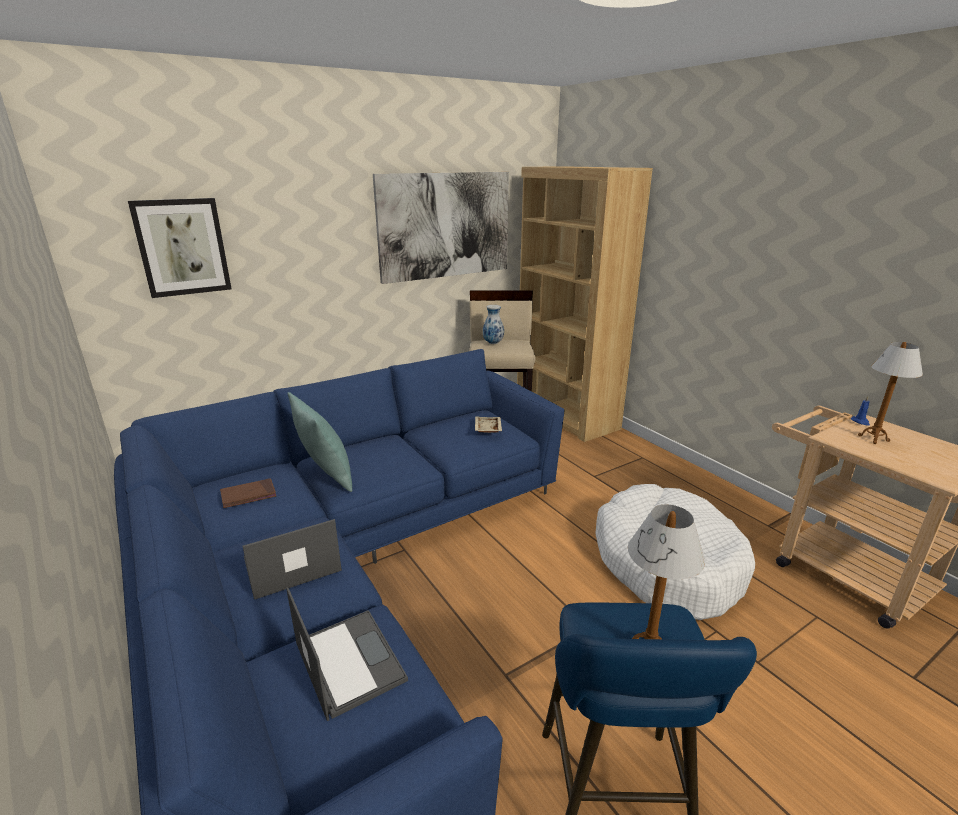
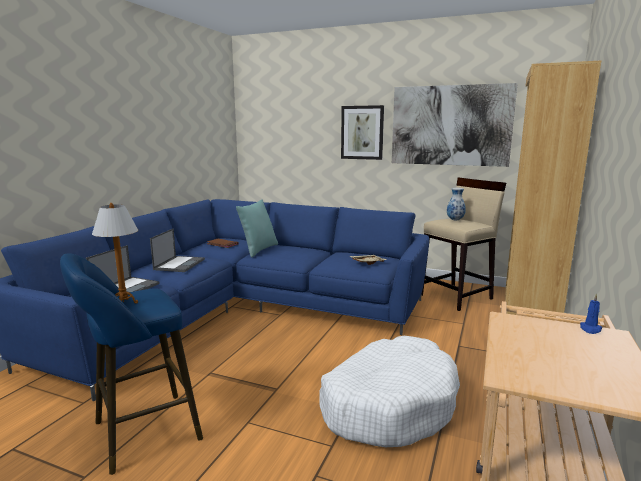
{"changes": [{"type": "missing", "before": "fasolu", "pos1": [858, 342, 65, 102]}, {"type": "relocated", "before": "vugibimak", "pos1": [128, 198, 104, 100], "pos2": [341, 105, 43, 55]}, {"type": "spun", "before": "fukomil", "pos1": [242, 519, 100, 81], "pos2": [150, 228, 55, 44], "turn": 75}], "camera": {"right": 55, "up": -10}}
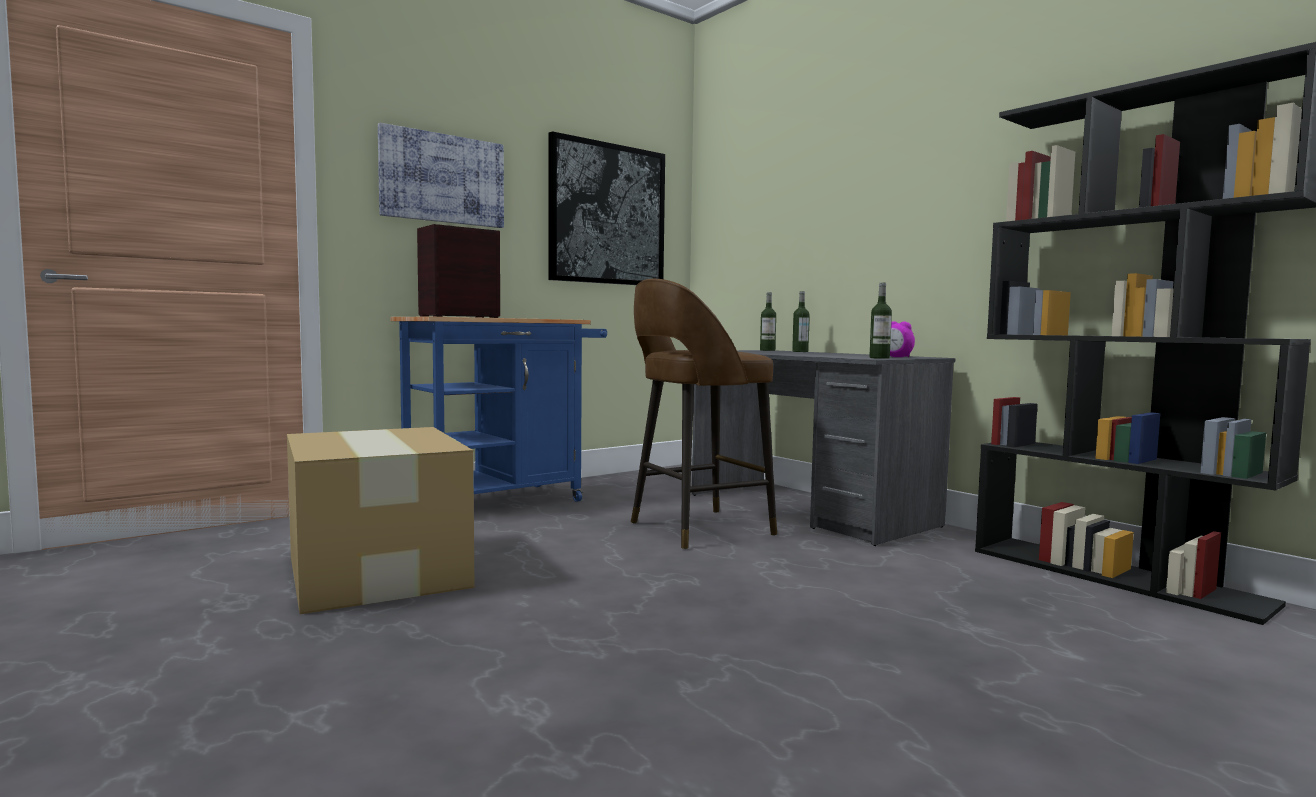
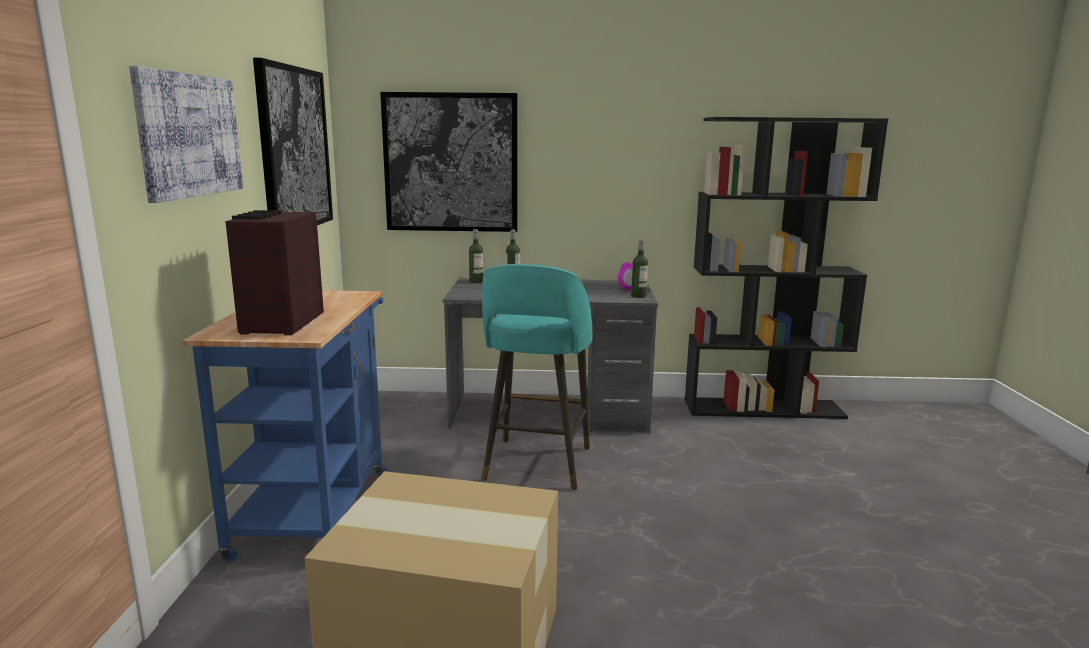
{"changes": [{"type": "appeared", "after": "vugibimak", "pos2": [380, 92, 138, 140]}, {"type": "colour", "before": "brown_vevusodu", "after": "turquoise_vevusodu", "pos1": [631, 279, 146, 271], "pos2": [481, 264, 111, 226]}], "camera": {"right": -50, "up": 10}}
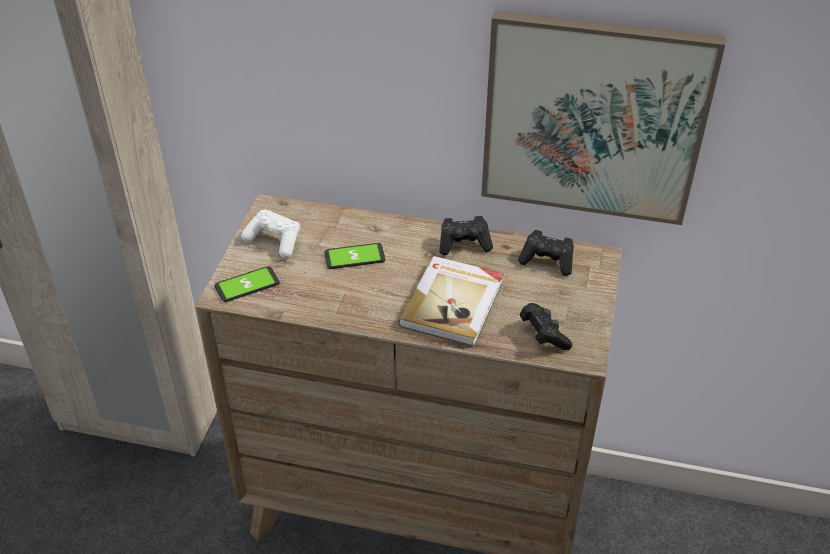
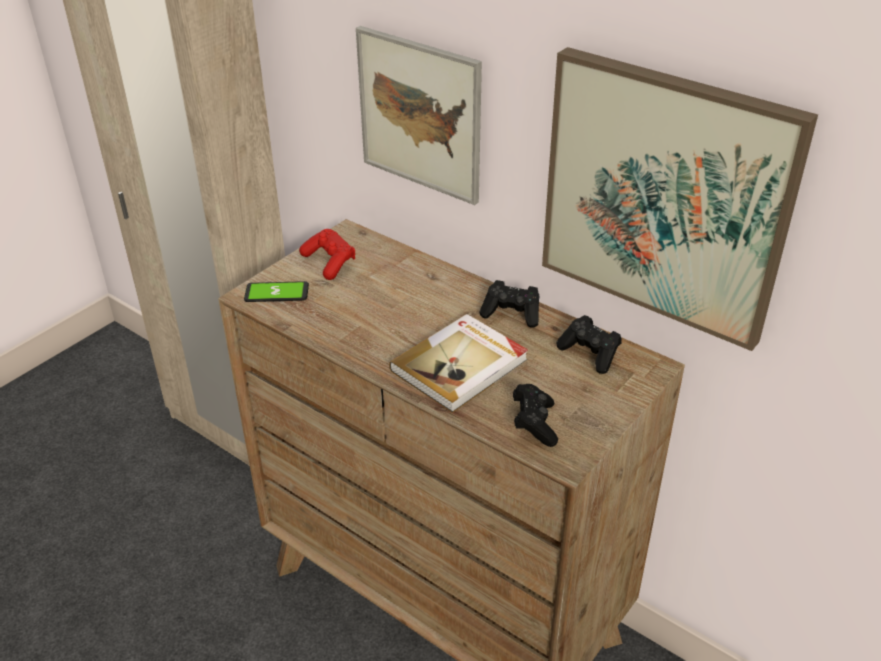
{"changes": [{"type": "missing", "before": "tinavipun", "pos1": [325, 243, 60, 26]}, {"type": "appeared", "after": "vugibimak", "pos2": [356, 26, 126, 179]}, {"type": "colour", "before": "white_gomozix", "after": "red_gomozix", "pos1": [241, 210, 59, 49], "pos2": [299, 229, 56, 51]}], "camera": {"right": 25, "up": -5}}
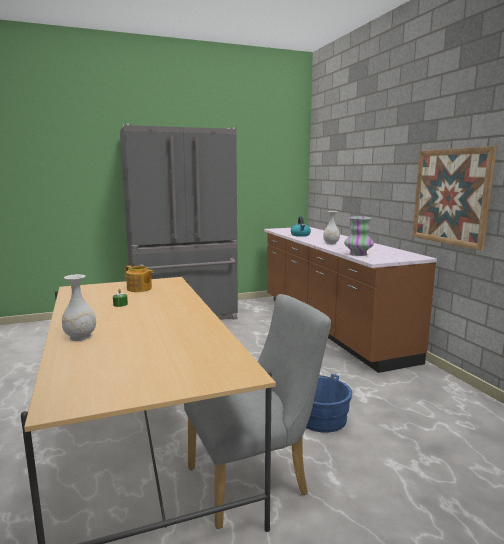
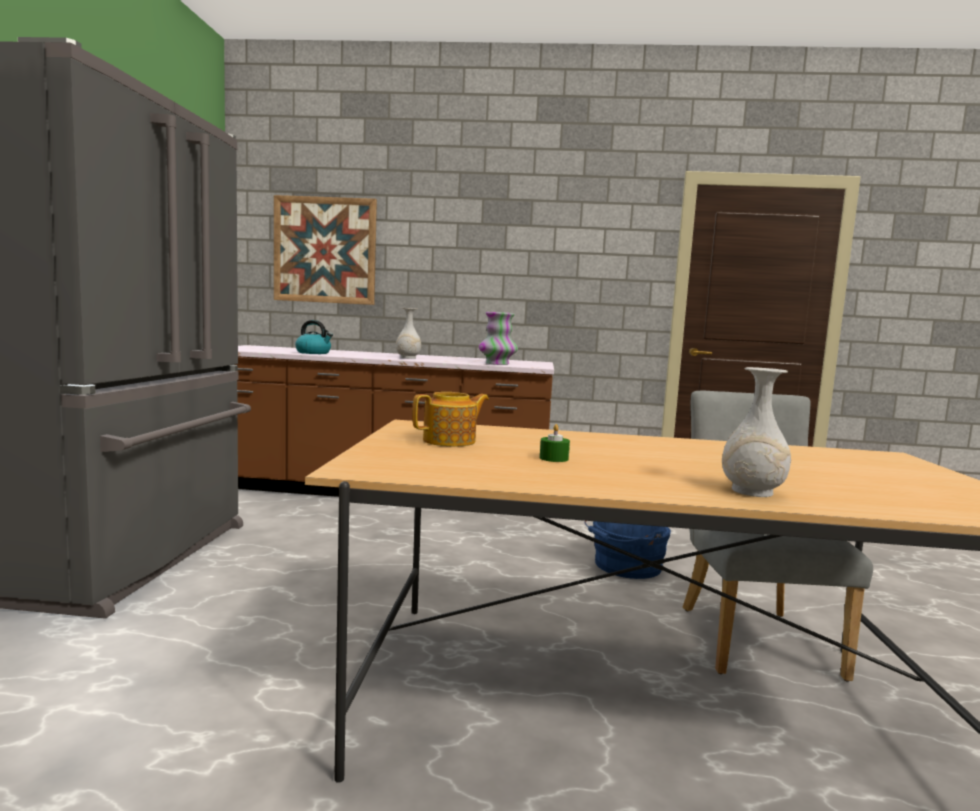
{"changes": [{"type": "relocated", "before": "vugibimak", "pos1": [412, 146, 85, 105], "pos2": [274, 195, 103, 110]}], "camera": {"right": -65, "up": -5}}
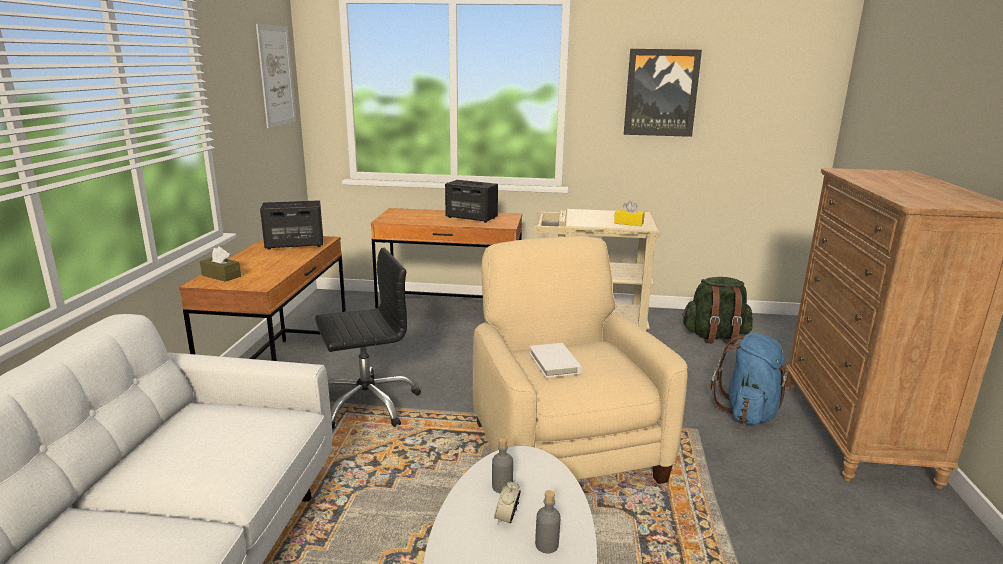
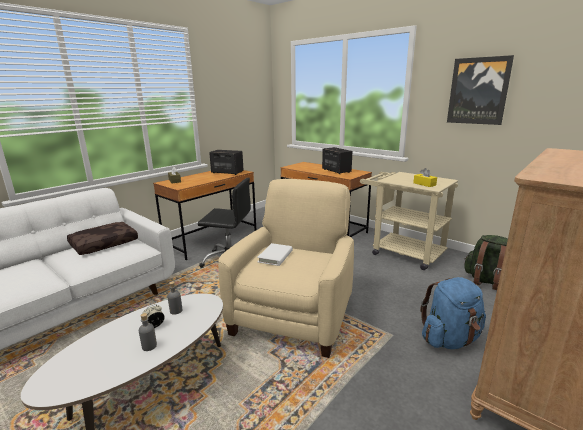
{"changes": [{"type": "missing", "before": "vugibimak", "pos1": [256, 24, 40, 104]}, {"type": "appeared", "after": "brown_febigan", "pos2": [67, 222, 71, 33]}], "camera": {"right": 35, "up": 0}}
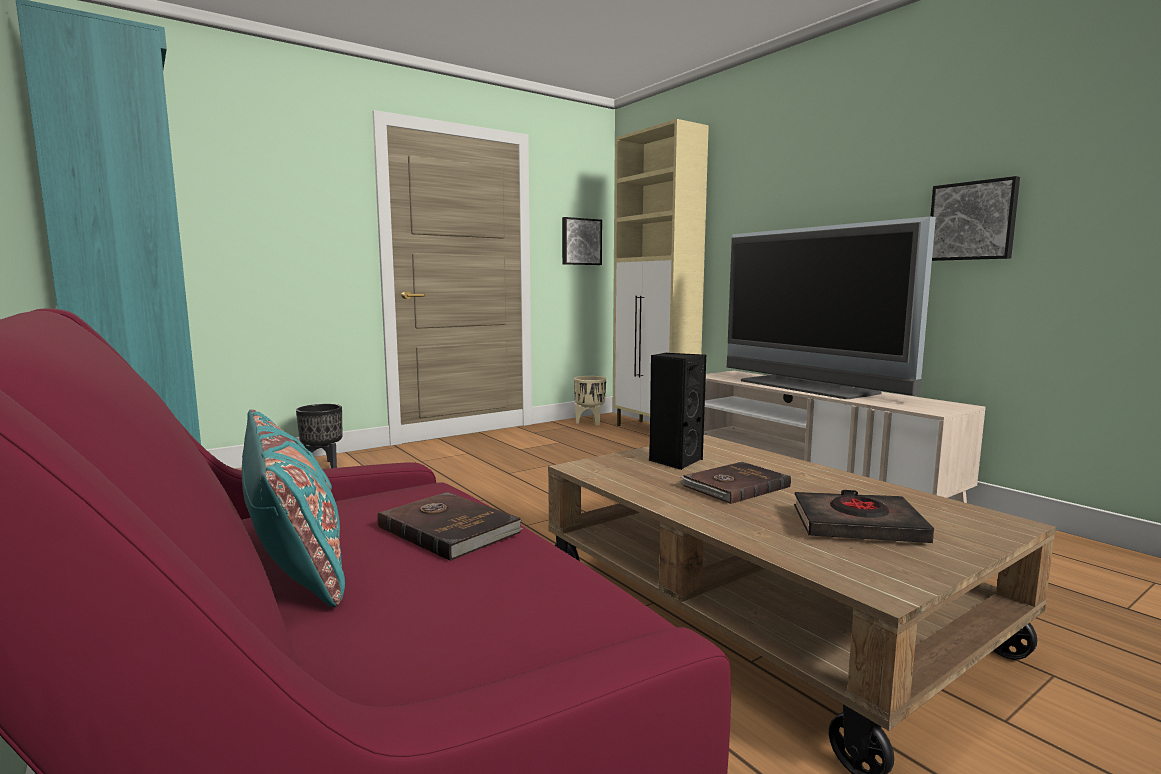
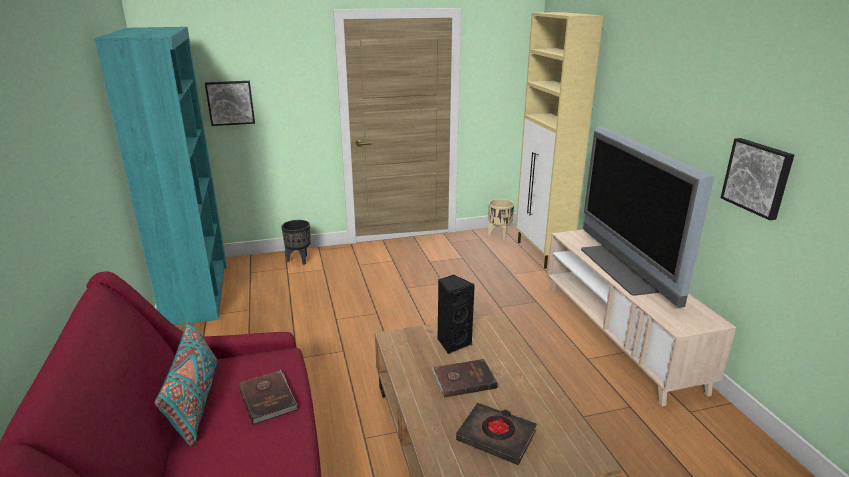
{"changes": [{"type": "relocated", "before": "vugibimak", "pos1": [562, 217, 40, 48], "pos2": [205, 81, 50, 45]}], "camera": {"right": 20, "up": 15}}
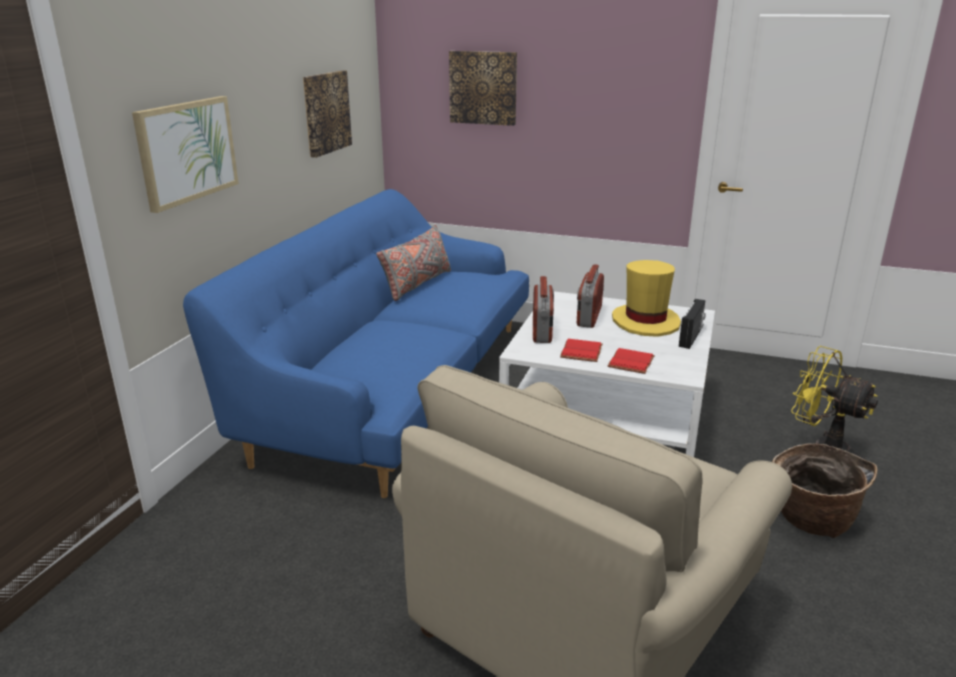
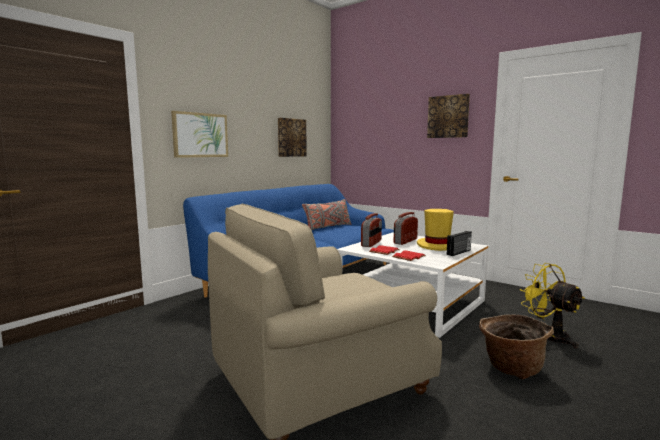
{"changes": [{"type": "relocated", "before": "vugibimak", "pos1": [449, 51, 68, 75], "pos2": [427, 94, 43, 44]}], "camera": {"right": 20, "up": -15}}
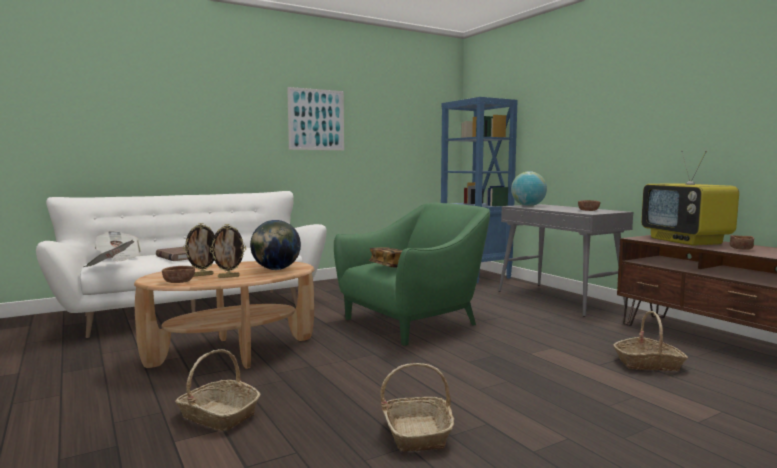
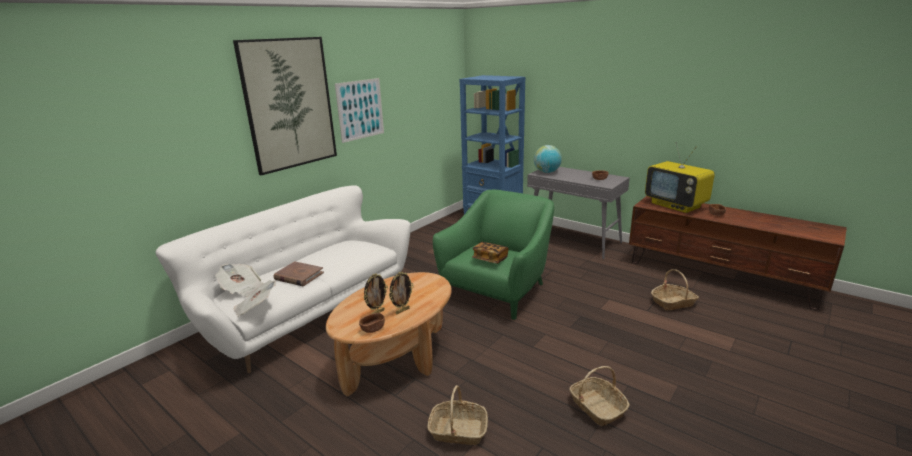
{"changes": [{"type": "missing", "before": "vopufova", "pos1": [250, 220, 51, 50]}, {"type": "appeared", "after": "vugibimak", "pos2": [233, 37, 104, 138]}], "camera": {"right": -20, "up": 15}}
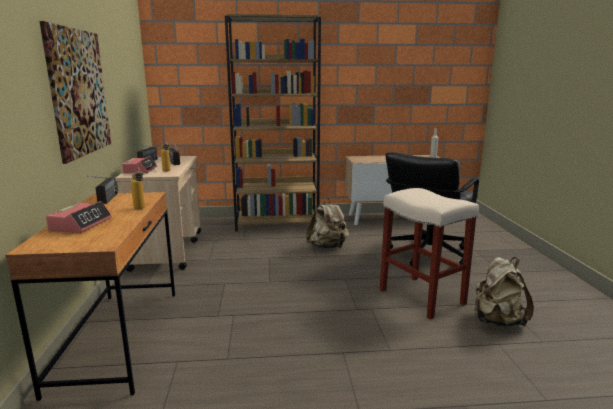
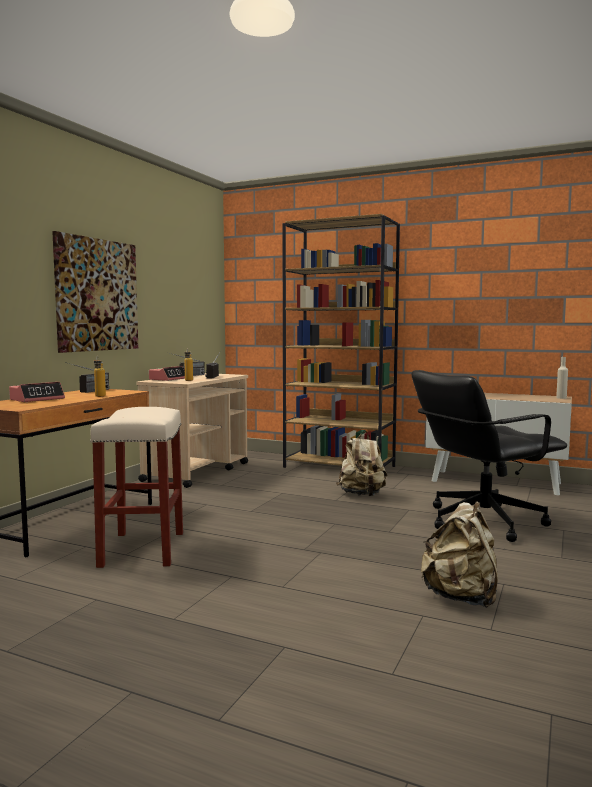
{"changes": [{"type": "relocated", "before": "beige_vevusodu", "pos1": [380, 188, 99, 131], "pos2": [90, 407, 93, 161]}], "camera": {"right": 30, "up": -10}}
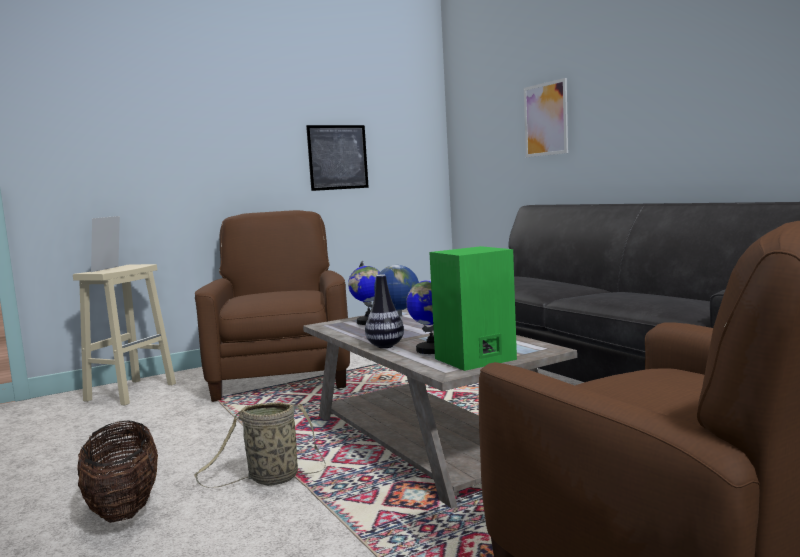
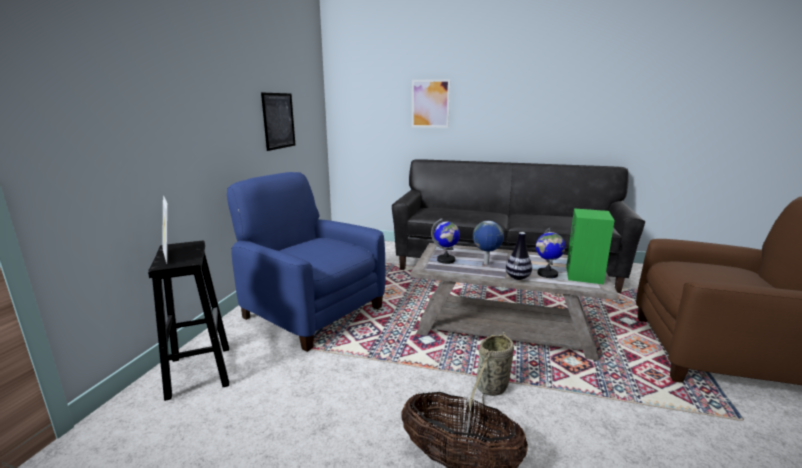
{"changes": [{"type": "colour", "before": "beige_vevusodu", "after": "black_vevusodu", "pos1": [73, 264, 103, 141], "pos2": [148, 241, 81, 160]}, {"type": "colour", "before": "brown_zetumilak", "after": "blue_zetumilak", "pos1": [195, 210, 155, 192], "pos2": [227, 172, 159, 180]}], "camera": {"right": -45, "up": 10}}
